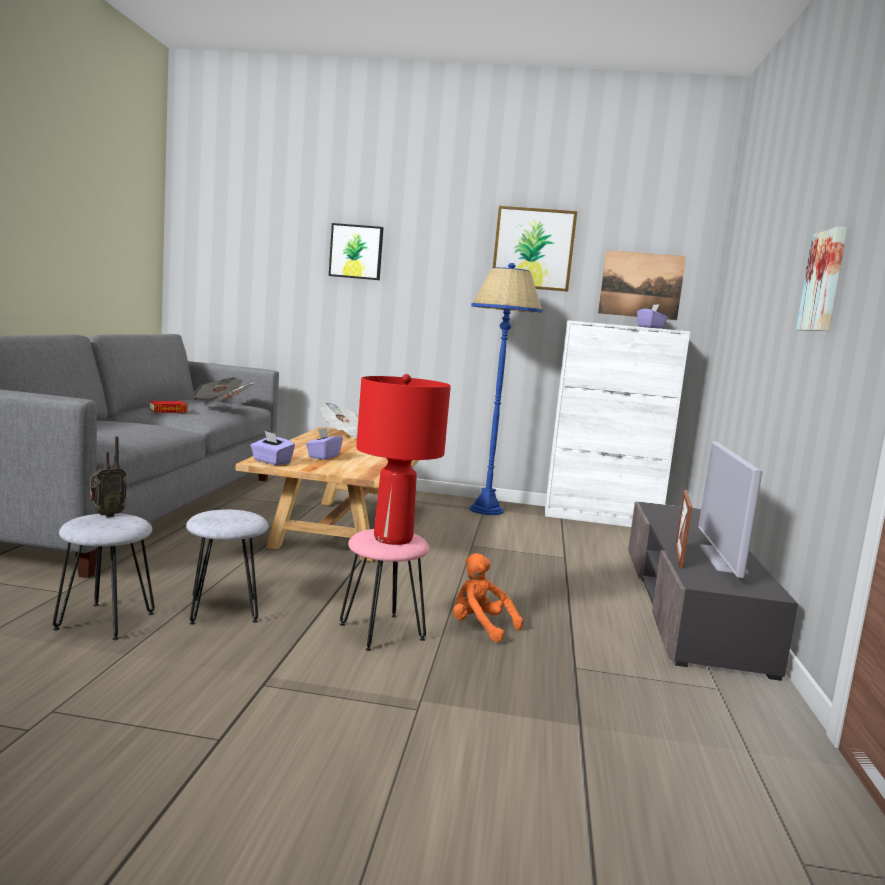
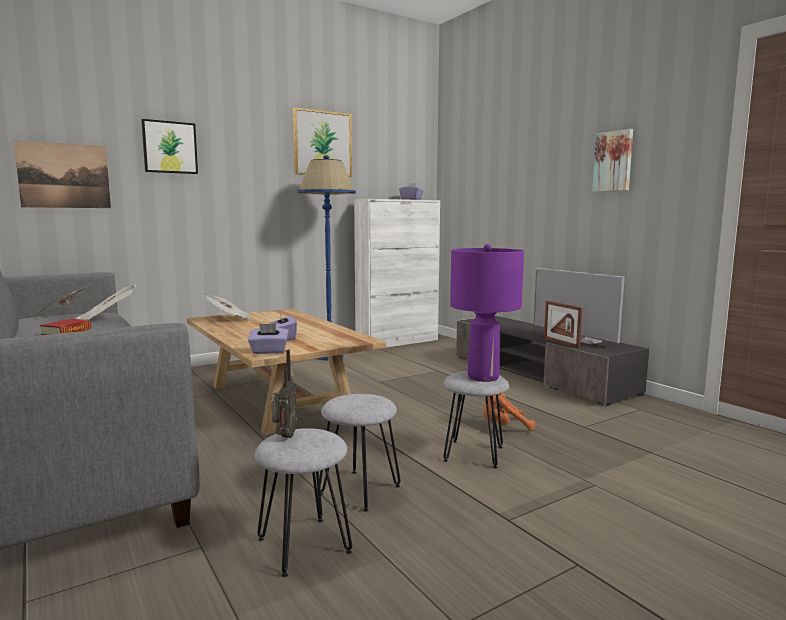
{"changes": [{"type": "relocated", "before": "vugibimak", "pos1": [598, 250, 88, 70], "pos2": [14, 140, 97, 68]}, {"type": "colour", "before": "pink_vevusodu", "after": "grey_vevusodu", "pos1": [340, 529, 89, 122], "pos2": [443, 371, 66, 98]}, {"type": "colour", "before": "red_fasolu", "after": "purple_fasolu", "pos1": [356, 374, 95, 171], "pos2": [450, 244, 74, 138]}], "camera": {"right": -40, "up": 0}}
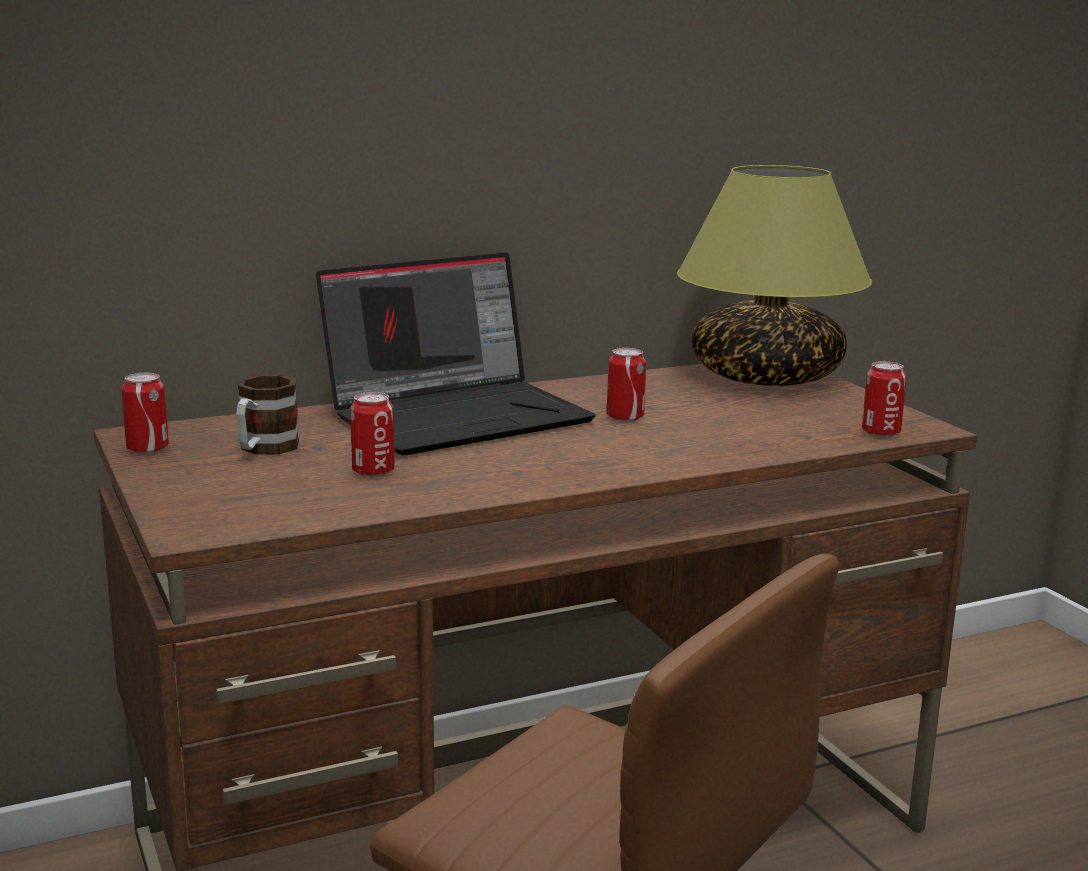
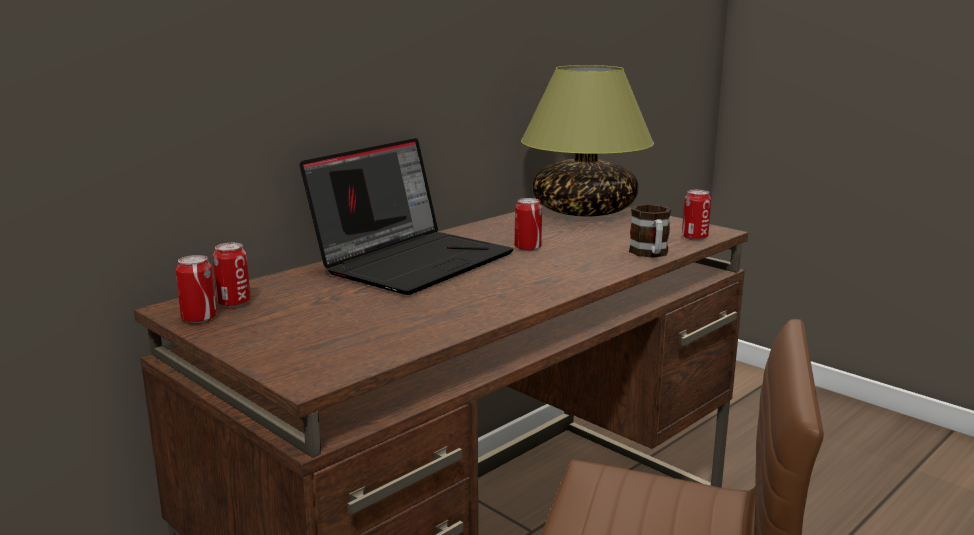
{"changes": [{"type": "relocated", "before": "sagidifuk", "pos1": [236, 375, 63, 80], "pos2": [629, 204, 42, 54]}, {"type": "relocated", "before": "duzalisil", "pos1": [350, 392, 45, 85], "pos2": [213, 243, 38, 64]}], "camera": {"right": -20, "up": 0}}
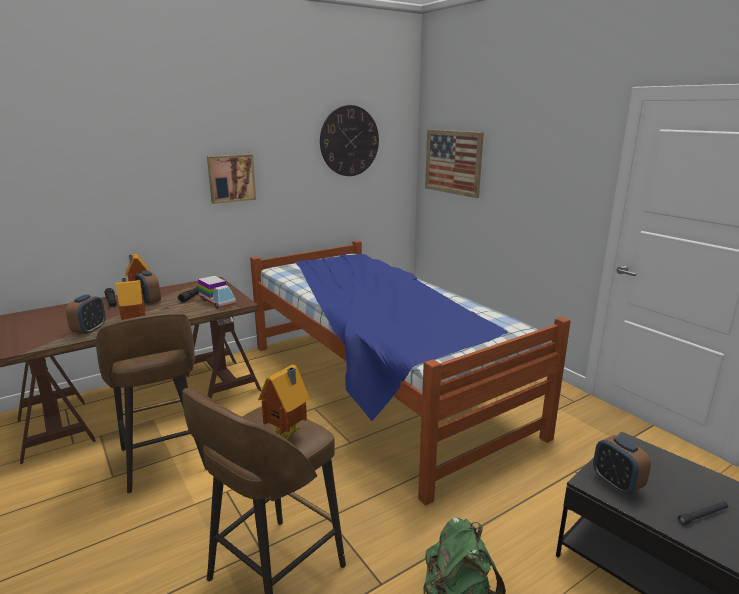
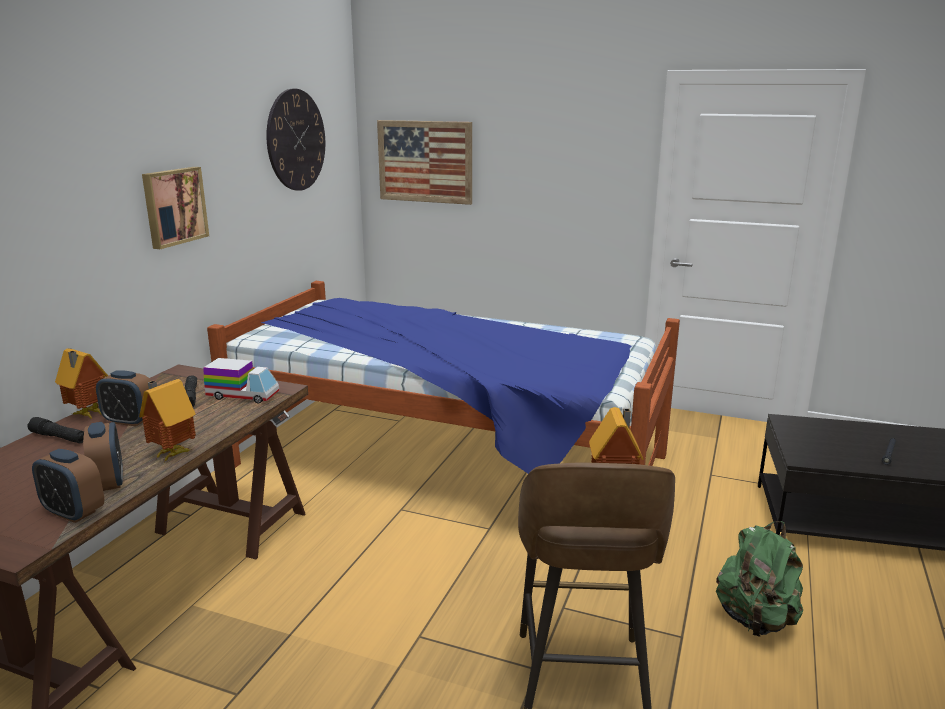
{"changes": [{"type": "missing", "before": "brown_vevusodu", "pos1": [96, 313, 111, 180]}, {"type": "relocated", "before": "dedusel", "pos1": [593, 435, 58, 59], "pos2": [32, 449, 72, 74]}], "camera": {"right": -35, "up": 0}}
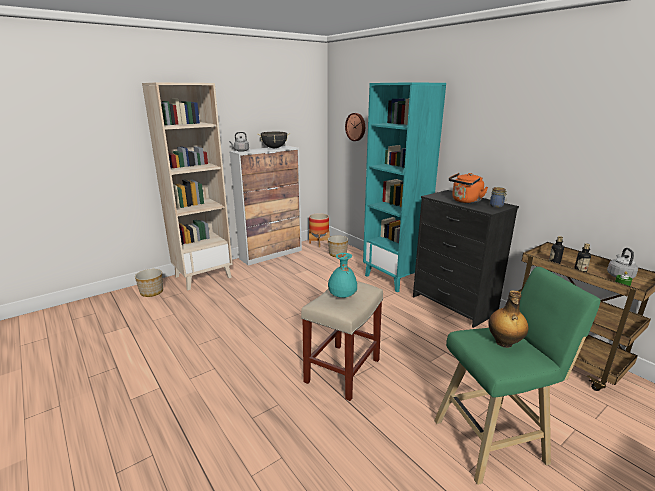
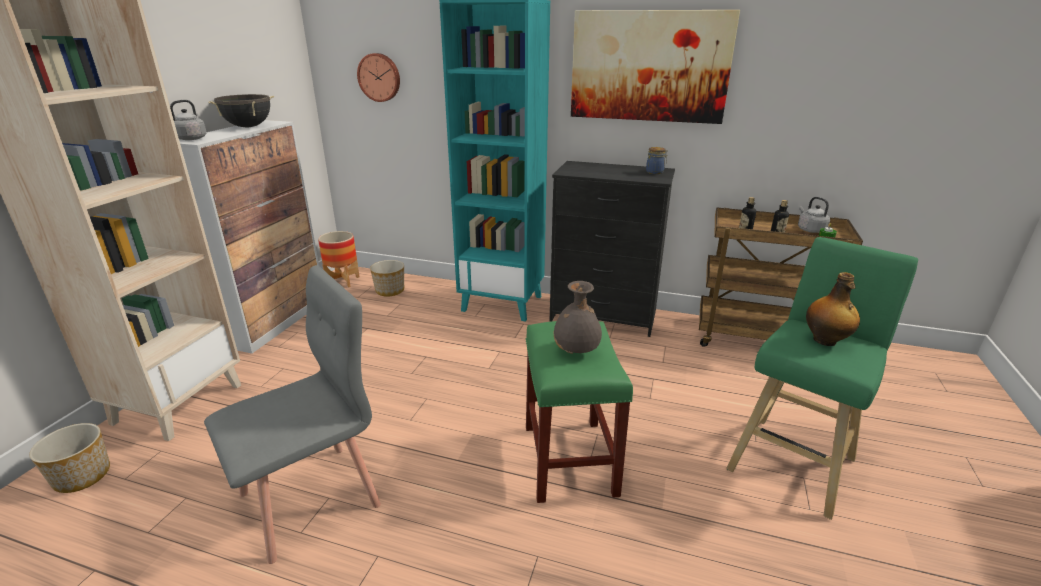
{"changes": [{"type": "missing", "before": "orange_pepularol", "pos1": [449, 173, 39, 30]}, {"type": "appeared", "after": "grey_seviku", "pos2": [204, 265, 177, 299]}, {"type": "appeared", "after": "vugibimak", "pos2": [571, 10, 169, 114]}, {"type": "colour", "before": "beige_vevusodu", "after": "green_vevusodu", "pos1": [301, 281, 82, 120], "pos2": [526, 321, 107, 182]}, {"type": "colour", "before": "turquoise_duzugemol", "after": "grey_duzugemol", "pos1": [328, 253, 29, 45], "pos2": [553, 281, 49, 73]}], "camera": {"right": -35, "up": 5}}
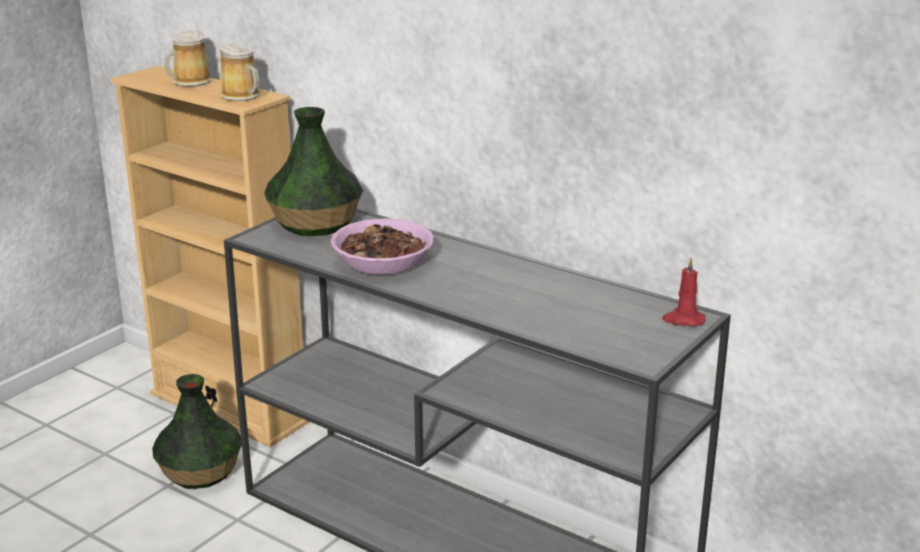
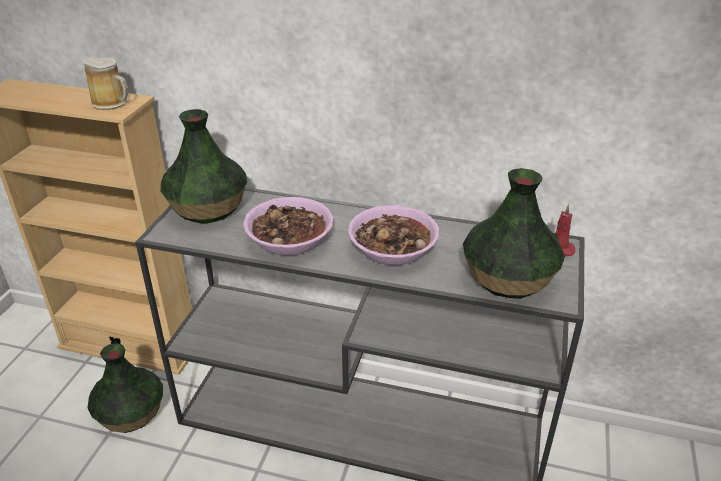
{"changes": [{"type": "missing", "before": "sagidifuk", "pos1": [165, 30, 46, 57]}, {"type": "appeared", "after": "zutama", "pos2": [348, 205, 91, 60]}, {"type": "appeared", "after": "duzugemol", "pos2": [463, 168, 102, 131]}], "camera": {"right": -20, "up": 10}}
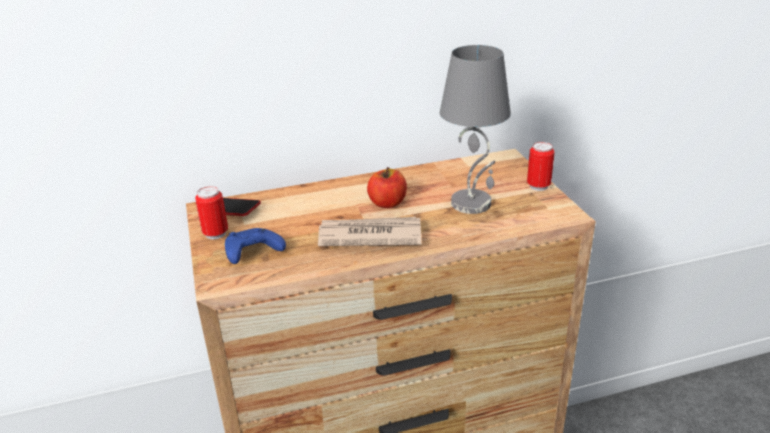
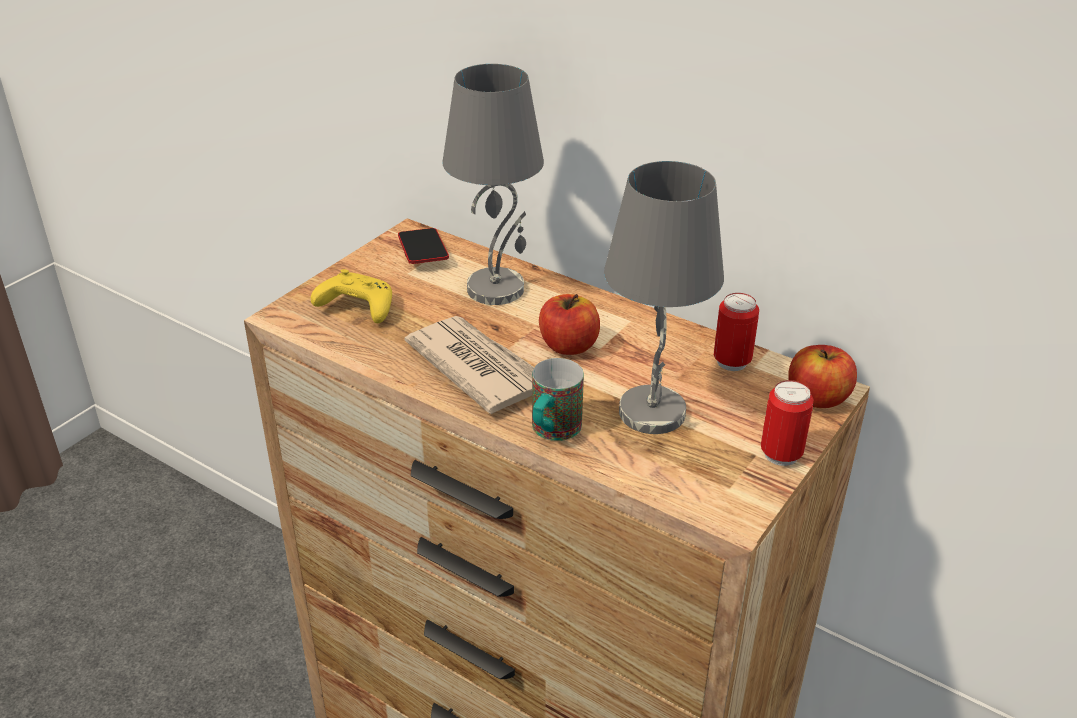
{"changes": [{"type": "appeared", "after": "grey_fasolu", "pos2": [443, 64, 101, 241]}, {"type": "appeared", "after": "sagidifuk", "pos2": [532, 358, 52, 83]}, {"type": "appeared", "after": "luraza", "pos2": [788, 345, 69, 63]}, {"type": "relocated", "before": "duzalisil", "pos1": [195, 186, 33, 54], "pos2": [714, 293, 45, 78]}, {"type": "colour", "before": "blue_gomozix", "after": "yellow_gomozix", "pos1": [225, 228, 61, 36], "pos2": [311, 269, 81, 54]}], "camera": {"right": 50, "up": 5}}
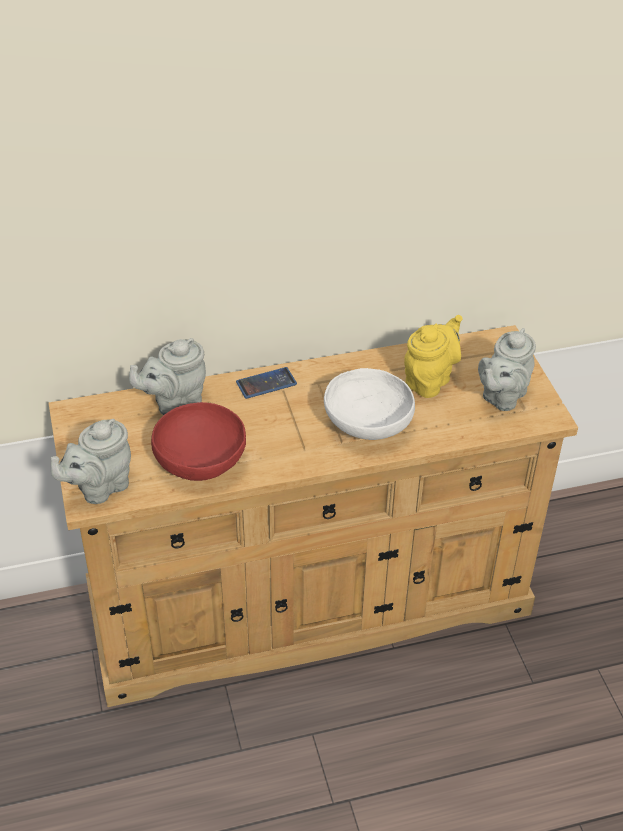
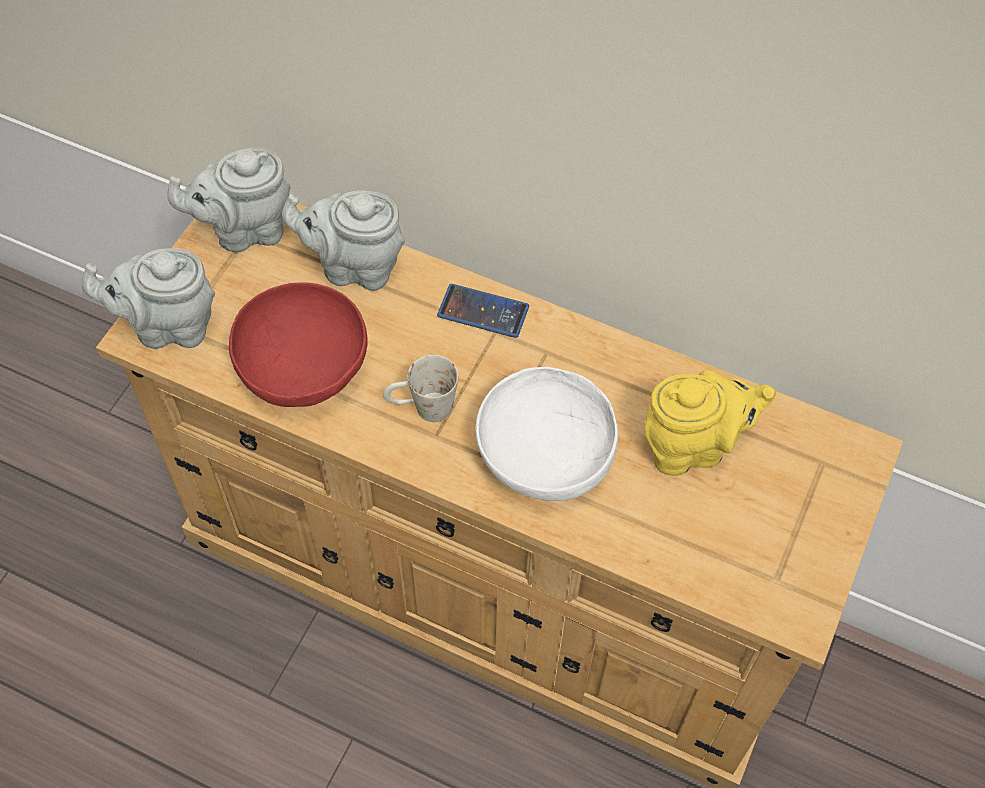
{"changes": [{"type": "appeared", "after": "white_sagidifuk", "pos2": [383, 355, 75, 67]}, {"type": "relocated", "before": "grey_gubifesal", "pos1": [478, 328, 58, 83], "pos2": [167, 148, 123, 105]}], "camera": {"right": 40, "up": 15}}
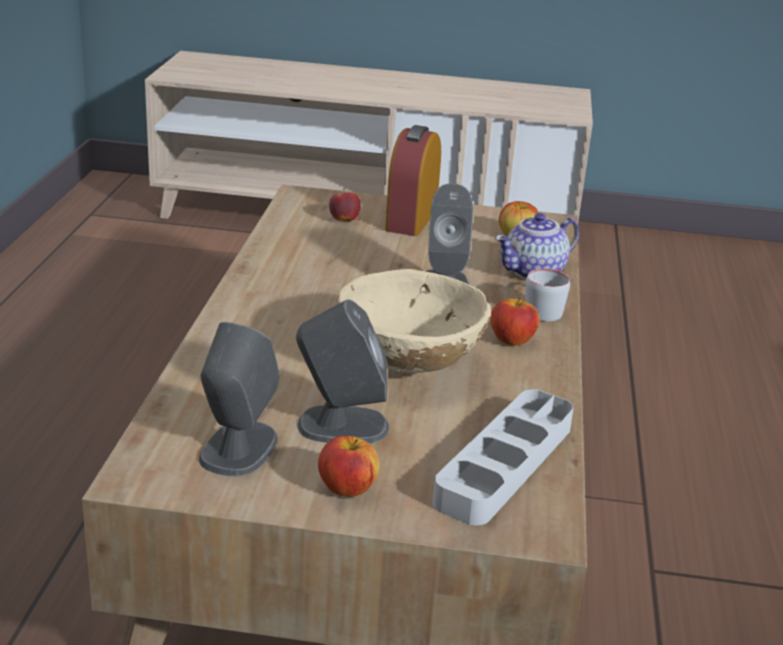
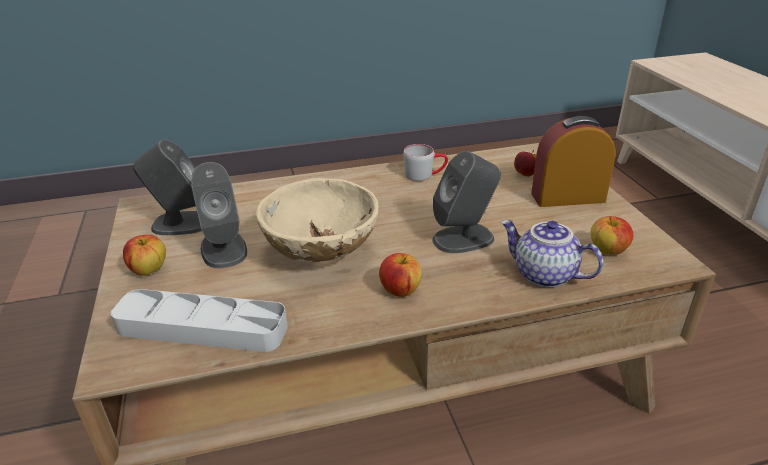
{"changes": [{"type": "relocated", "before": "grey_sagidifuk", "pos1": [525, 269, 45, 53], "pos2": [403, 144, 45, 37]}], "camera": {"right": 70, "up": 5}}
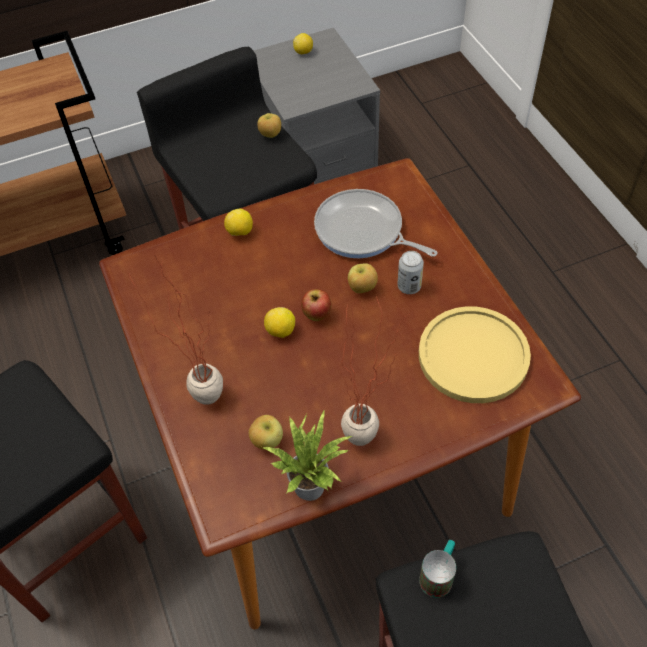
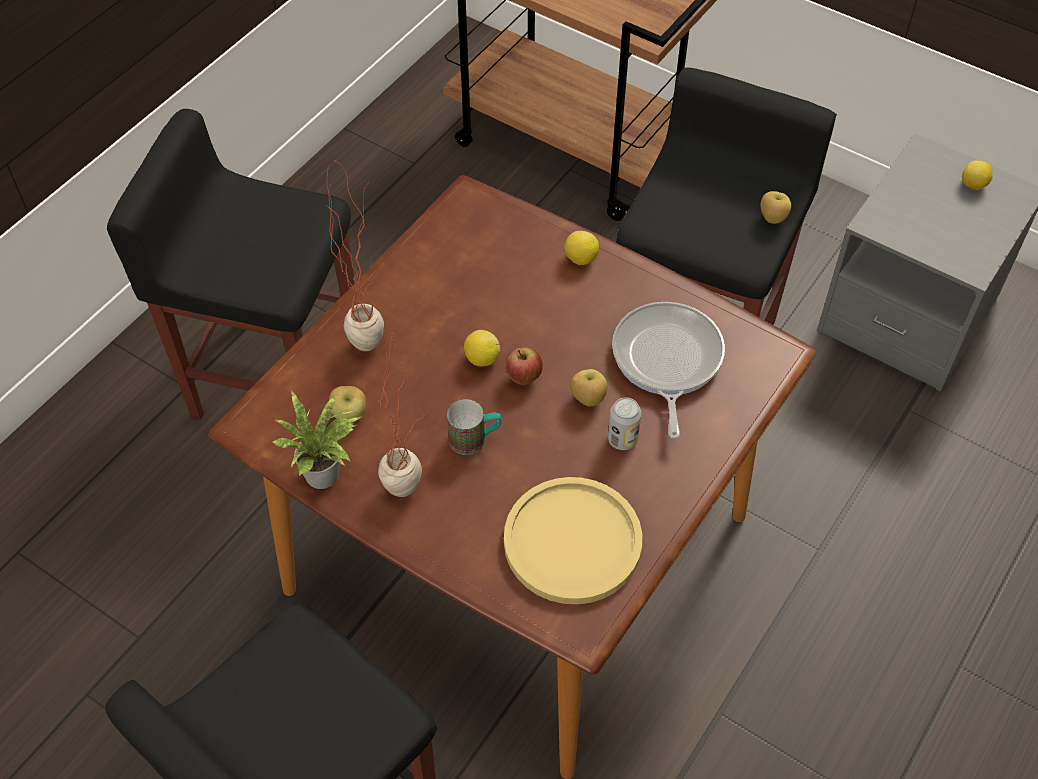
{"changes": [{"type": "relocated", "before": "sagidifuk", "pos1": [419, 540, 37, 58], "pos2": [447, 399, 54, 56]}], "camera": {"right": 55, "up": 0}}
